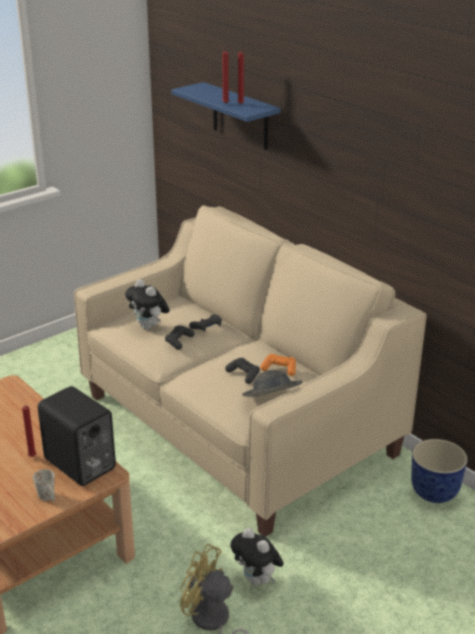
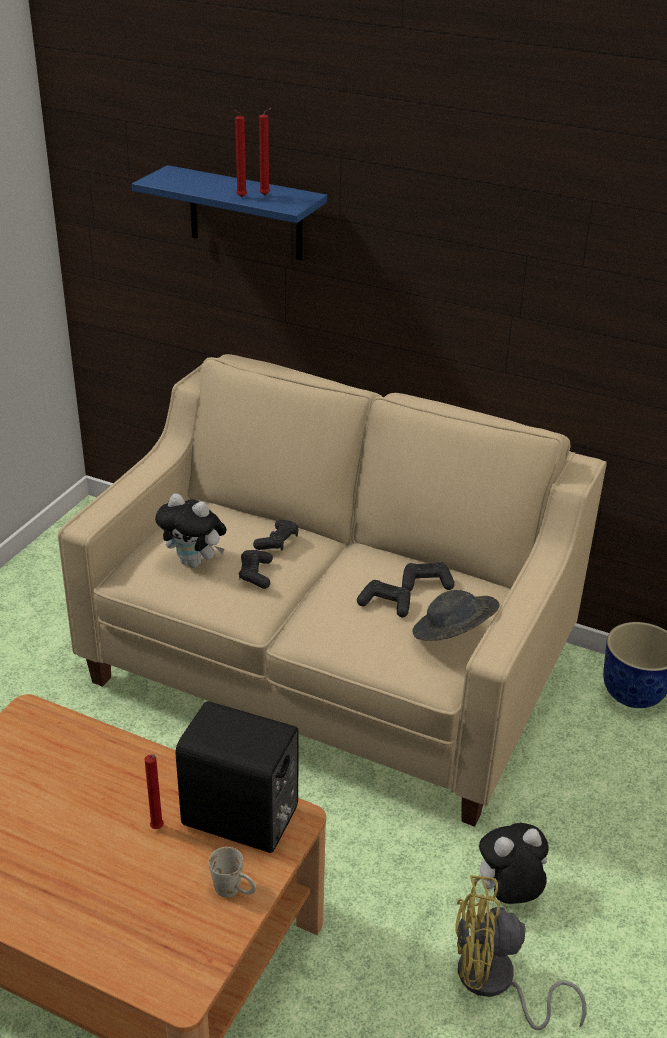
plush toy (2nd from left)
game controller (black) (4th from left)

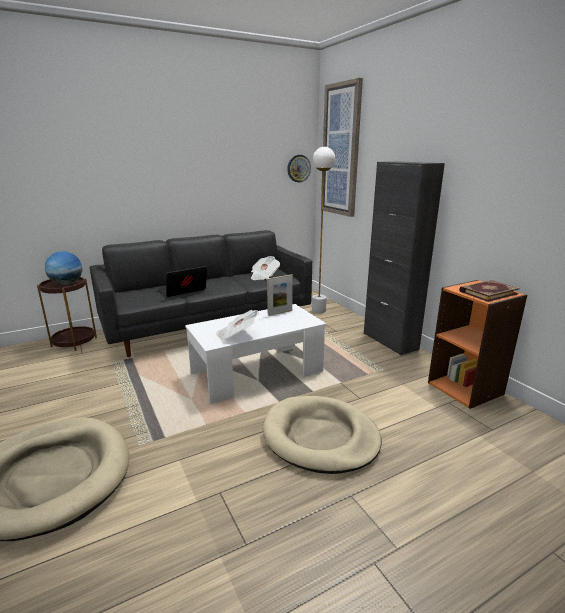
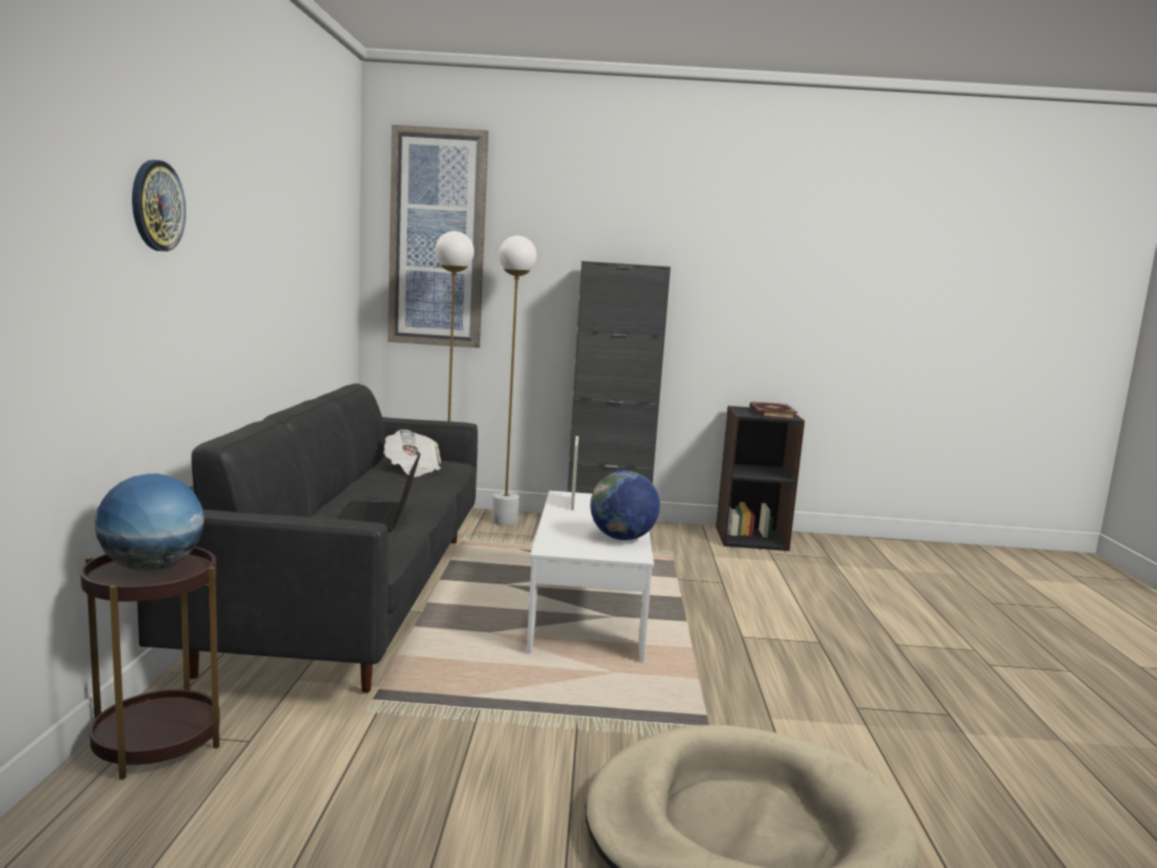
globe (2nd from left)
dog bed (beige) (2nd from left in the first image)
wall clock
bookcase (black)
floor lamp (white) (2nd from left)

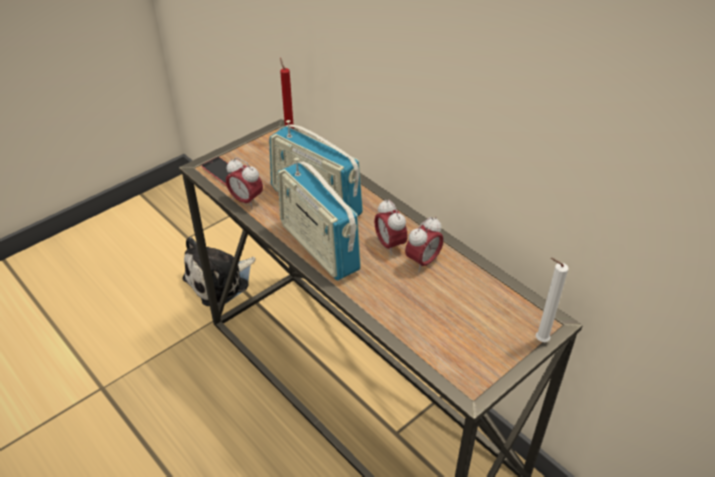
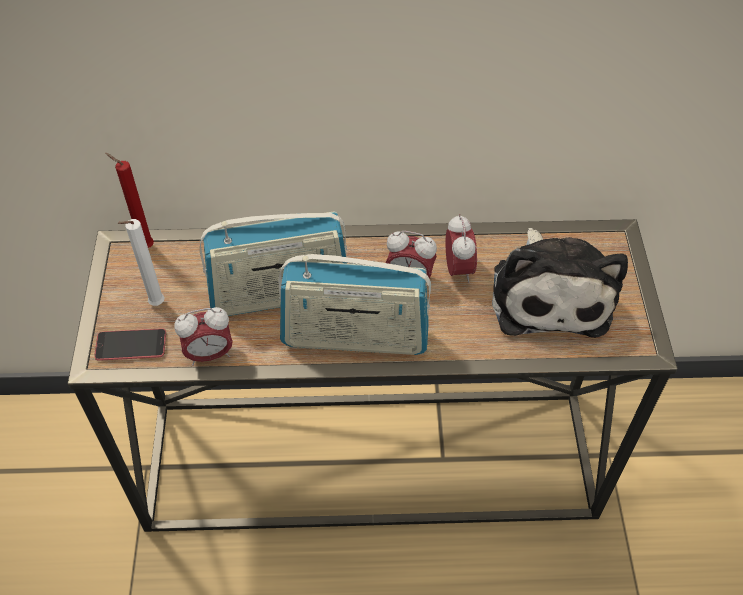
plush toy
candle (white)

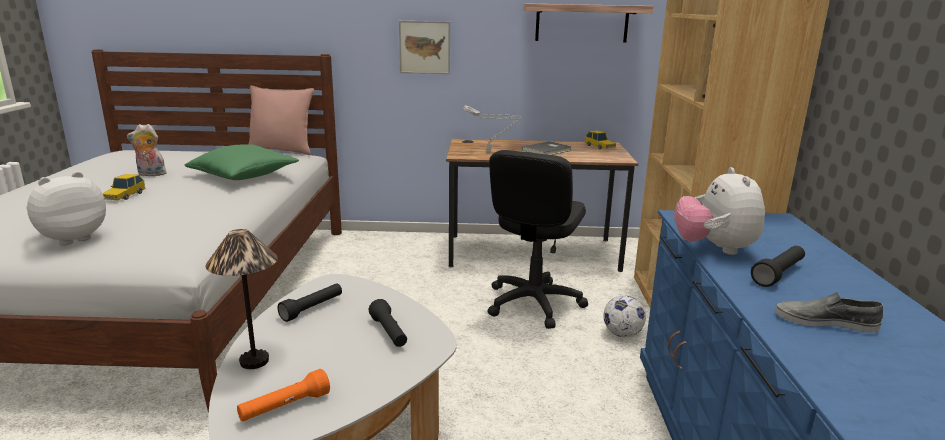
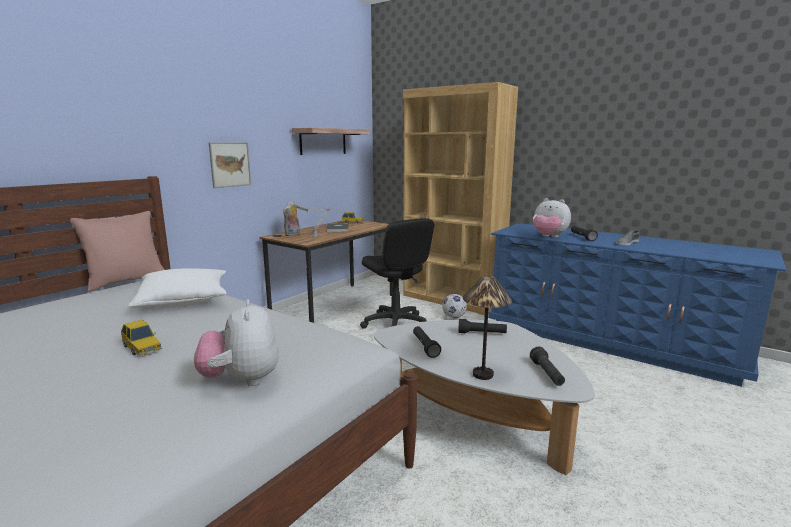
plush toy (2nd from left)
pillow (white)
flashlight (black) (3rd from left)

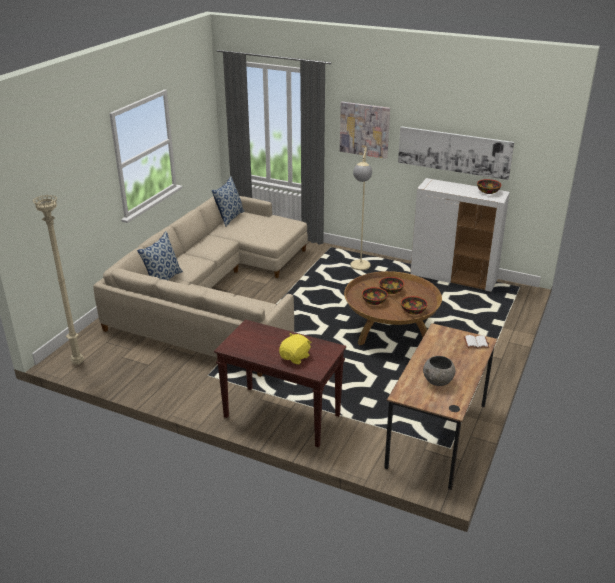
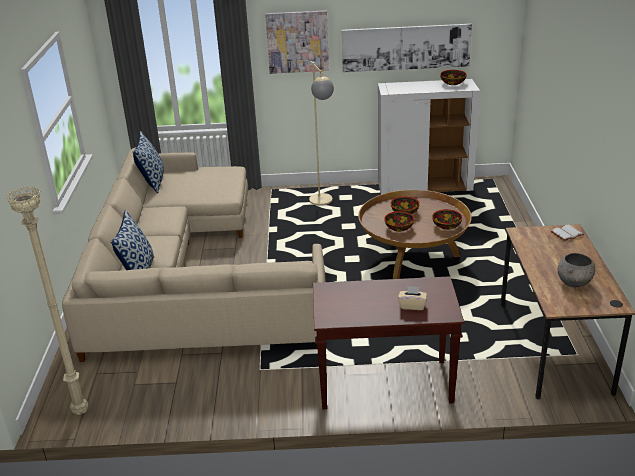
tissue box (beige)

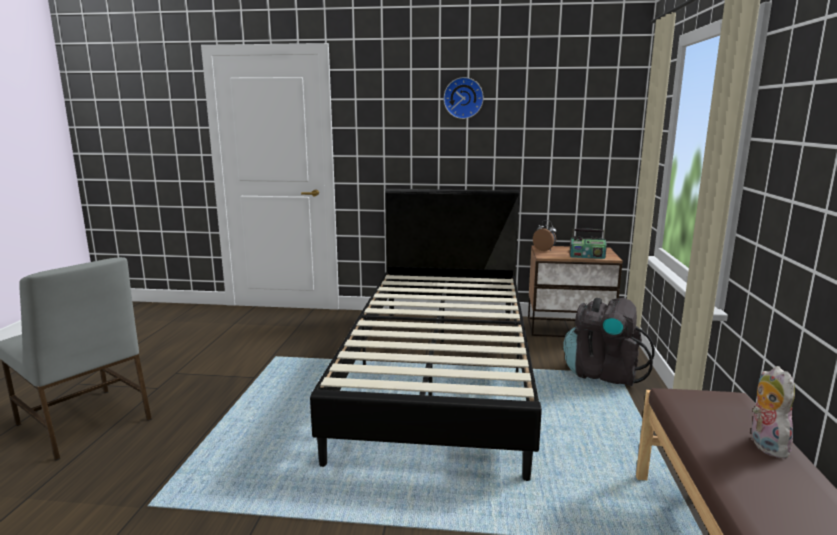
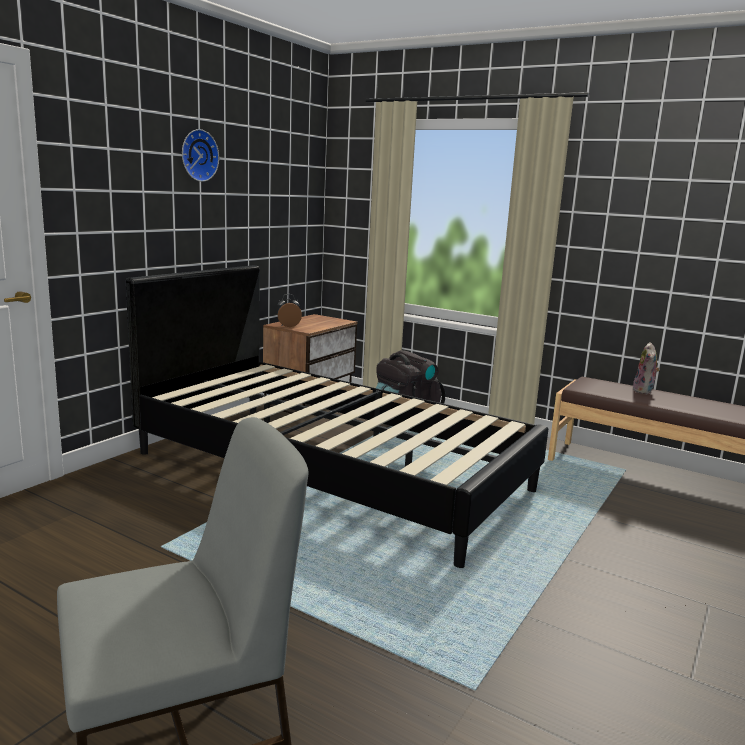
radio
plush toy

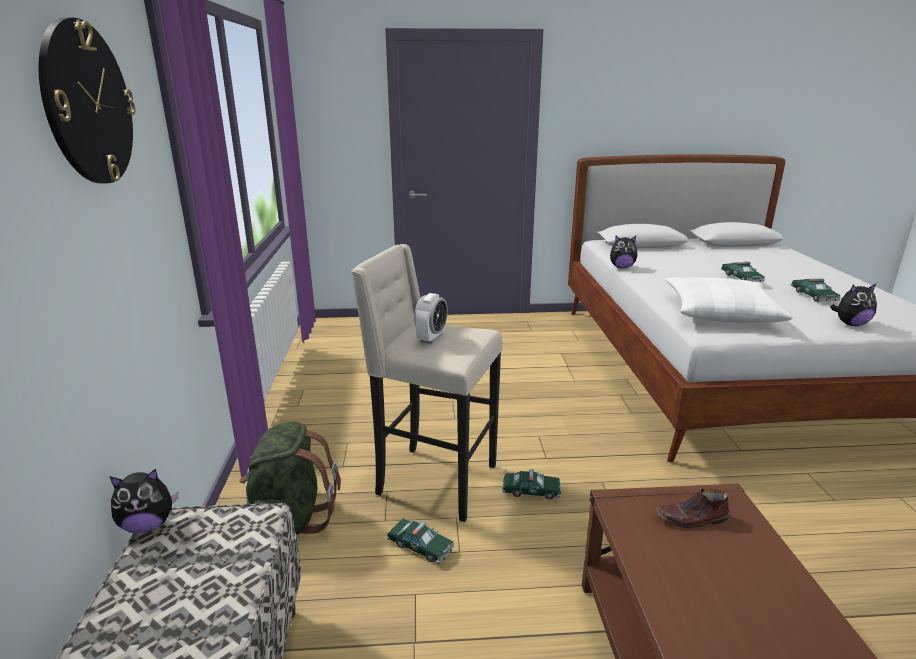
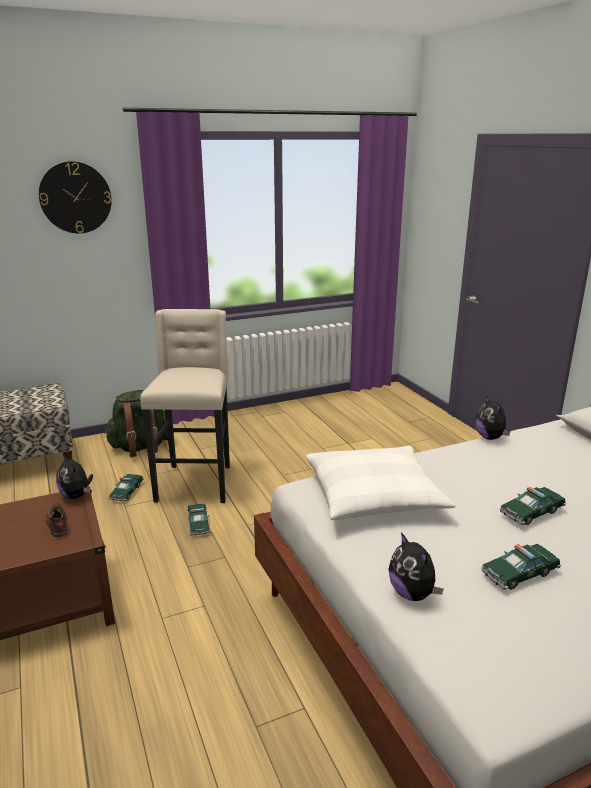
plush toy (1st from left)
alarm clock

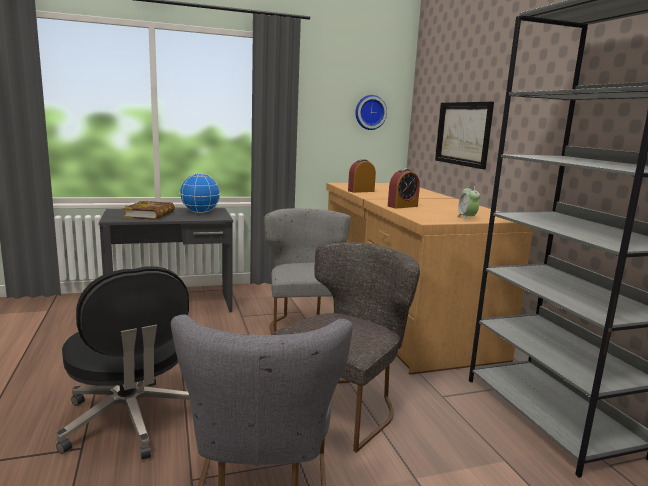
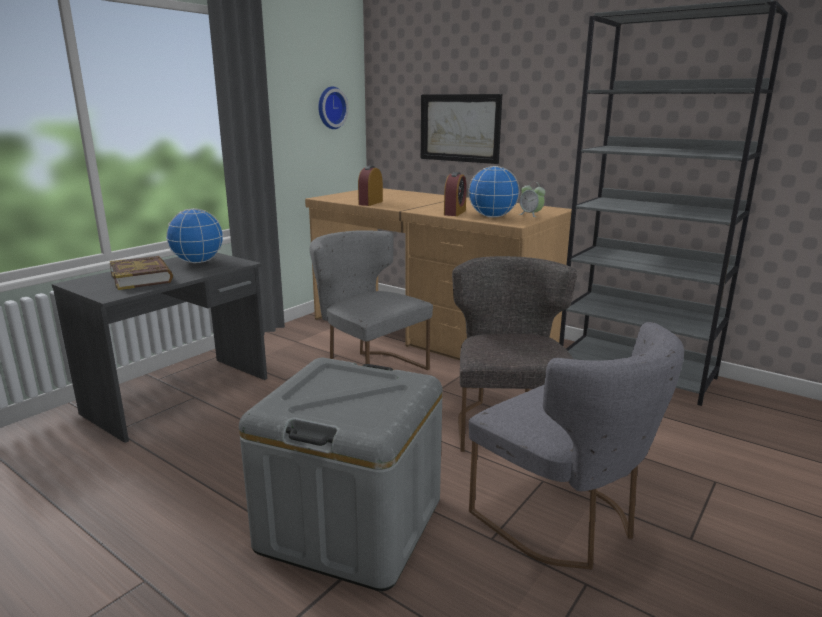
storage box (grey)
globe (2nd from left)

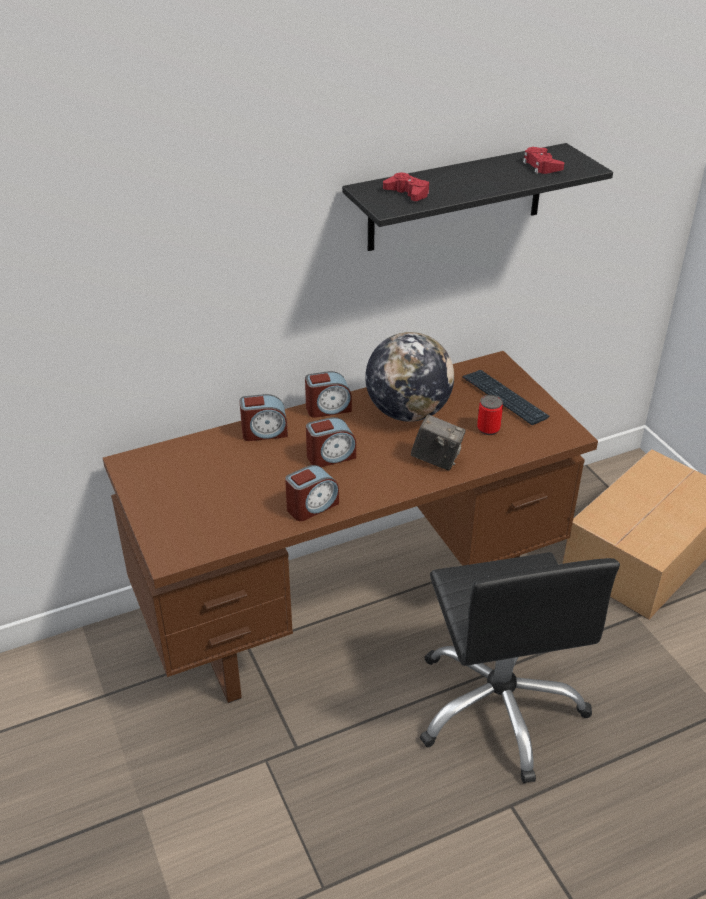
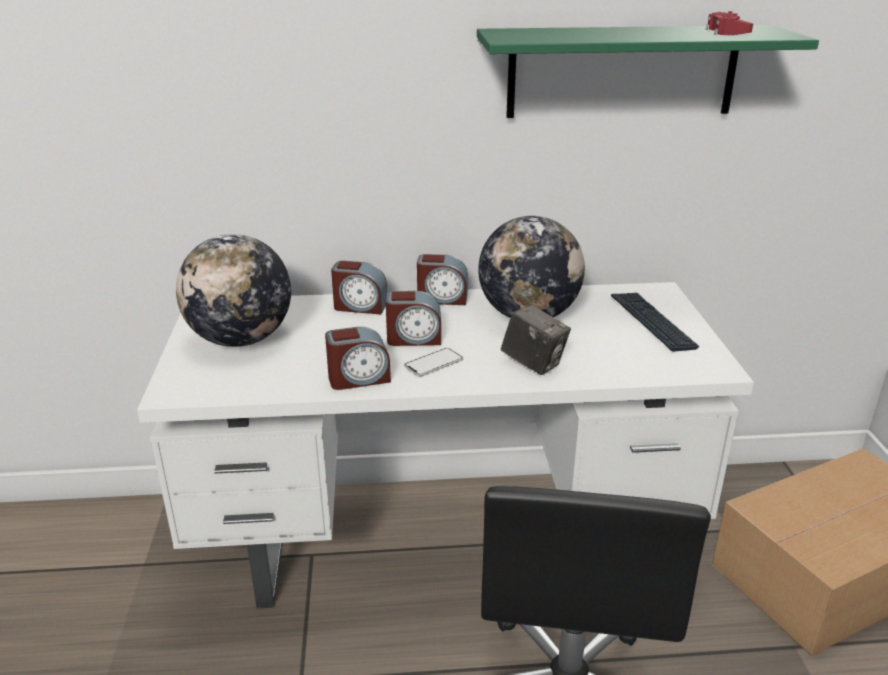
desk (white)
shelf (green)
game controller (red) (1st from left in the first image)
can
globe (1st from left)
phone

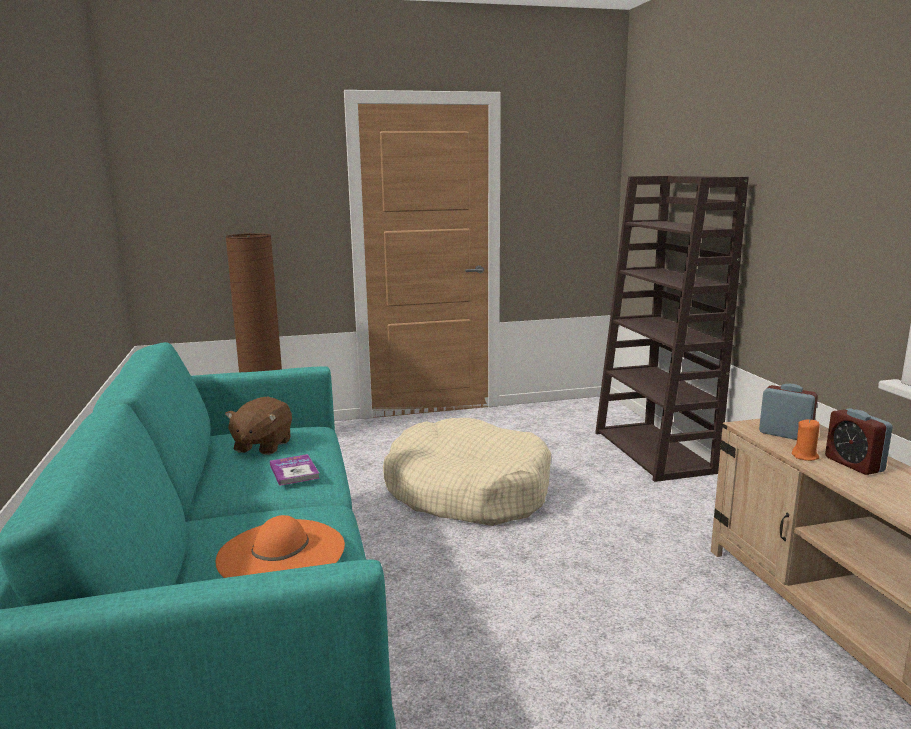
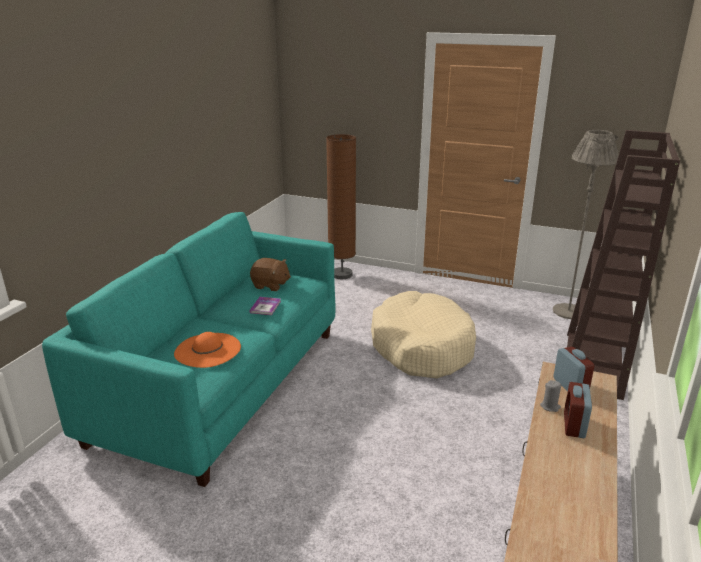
plush toy (brown)
candle (grey)
floor lamp (grey)

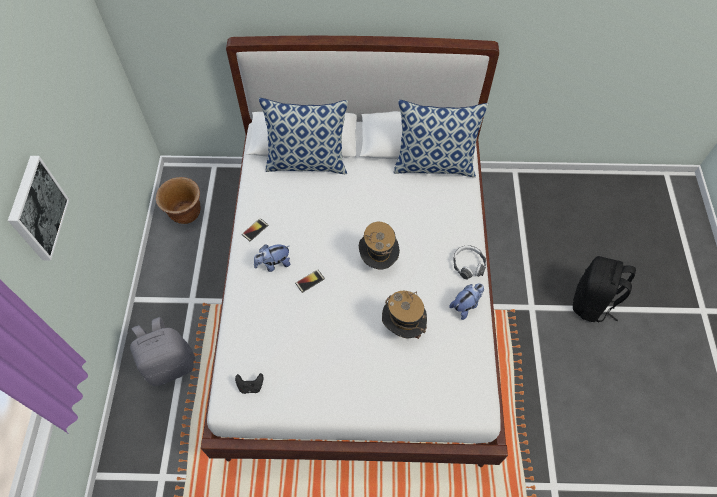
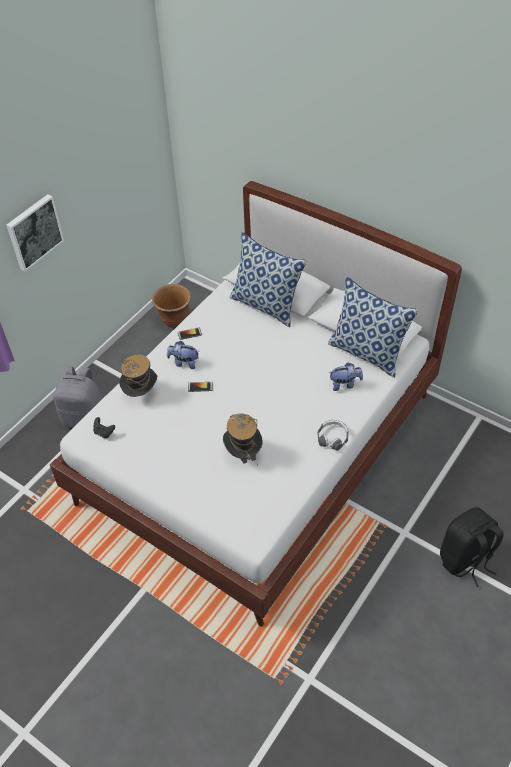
hat (1st from left)
plush toy (2nd from left)

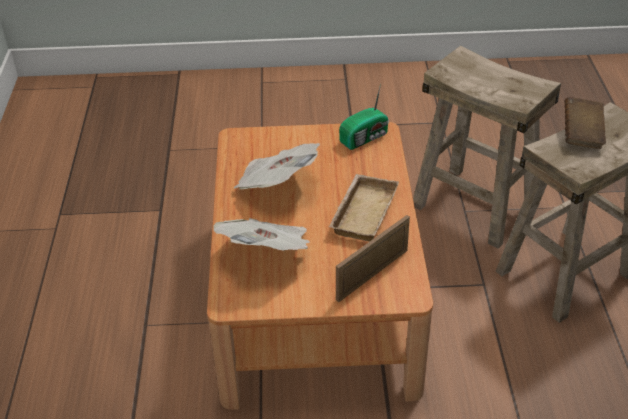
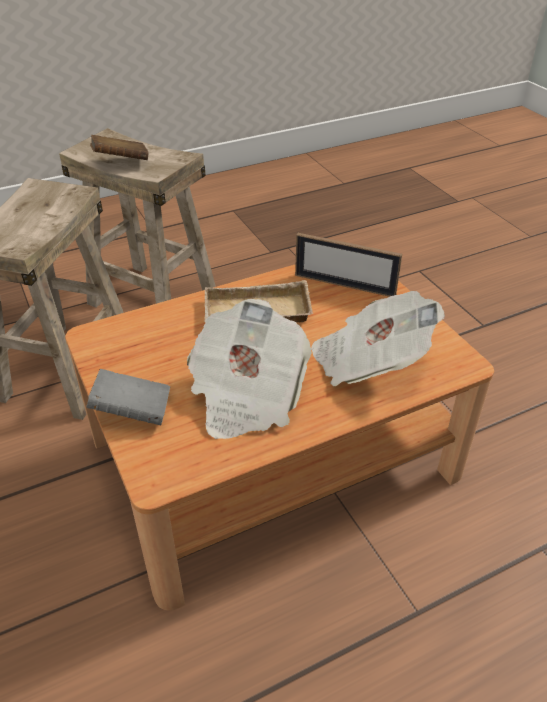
radio
book (grey)

